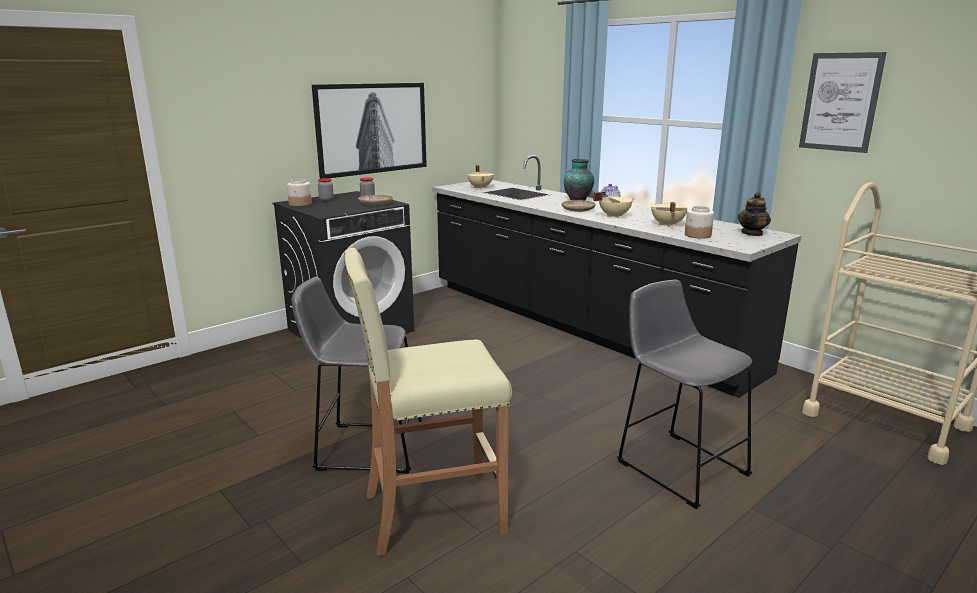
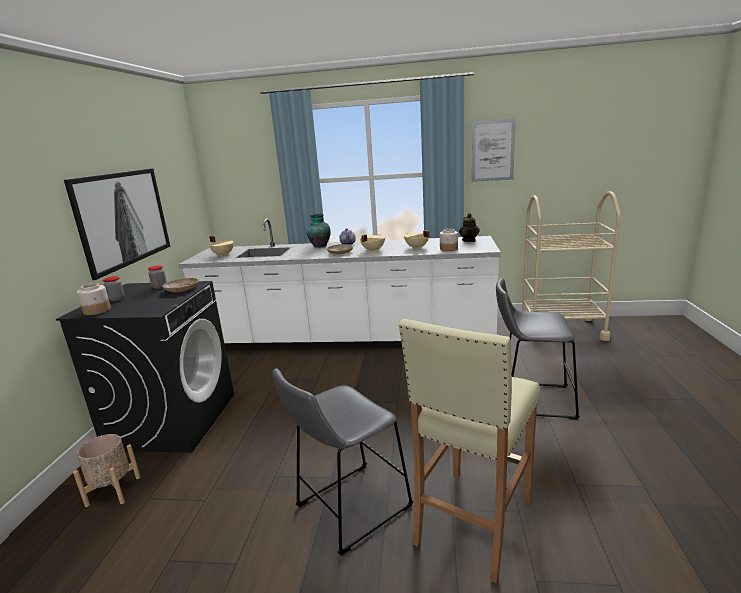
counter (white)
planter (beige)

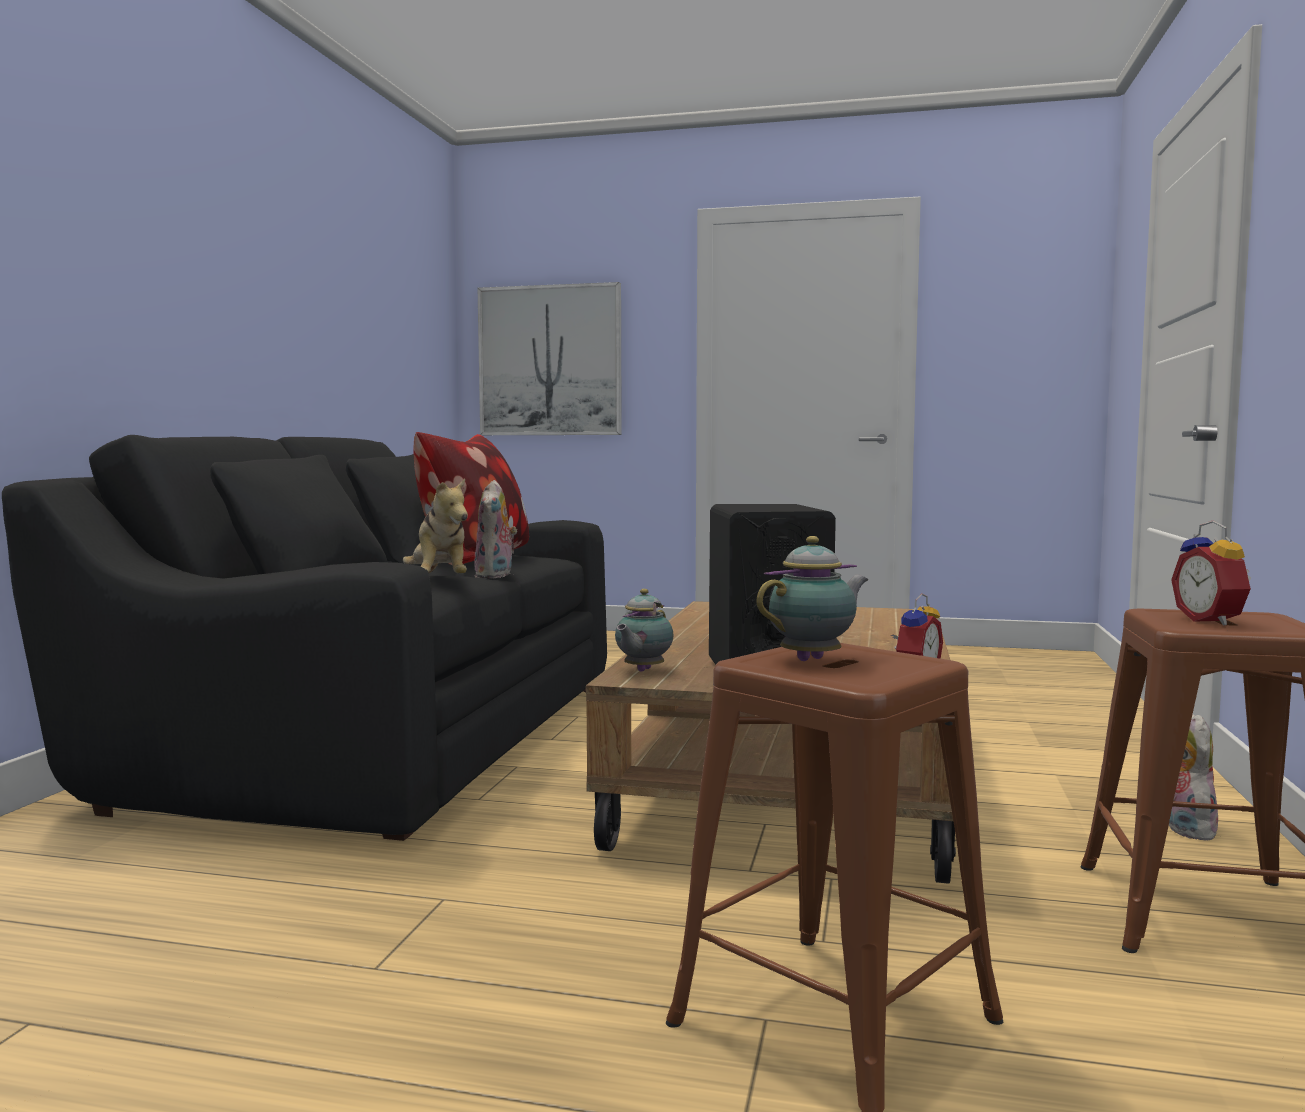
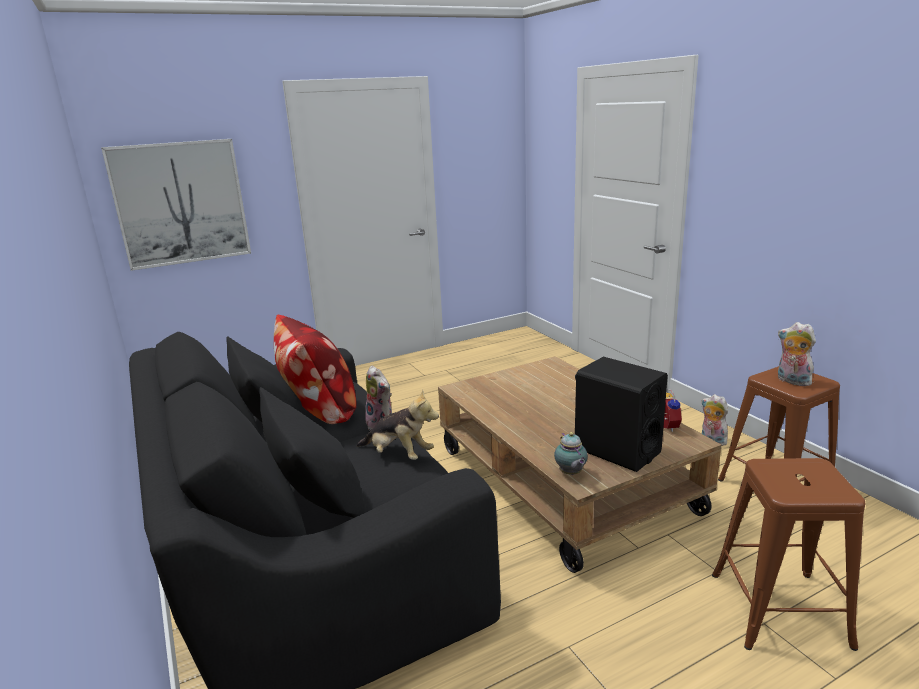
teapot (2nd from left in the first image)
plush toy (4th from left)

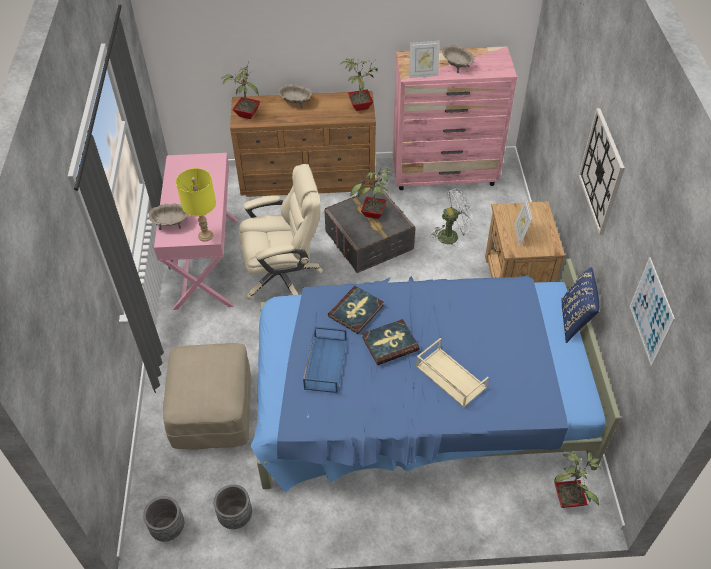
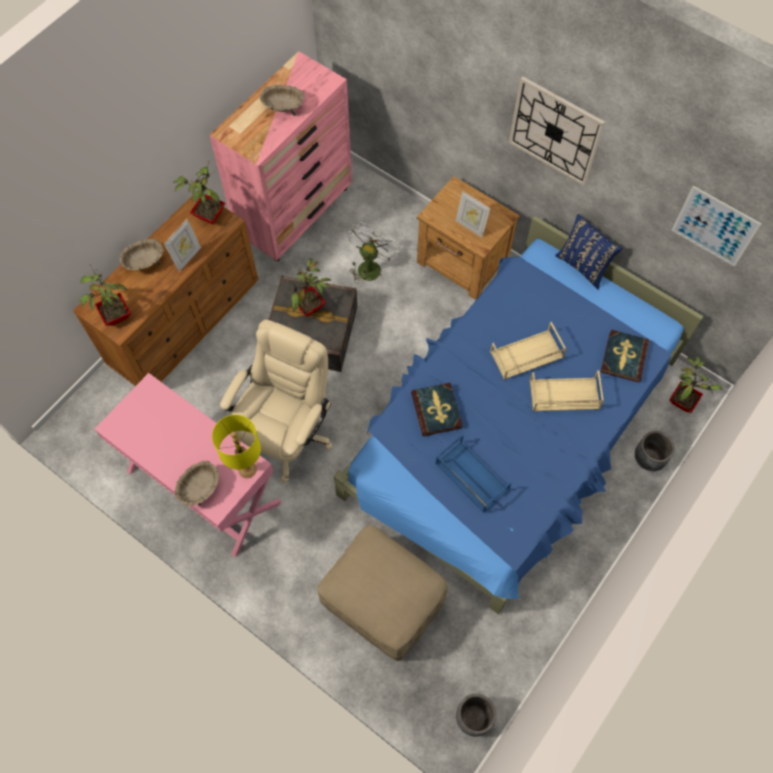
planter (grey) (2nd from left)
book (2nd from left)
picture frame (1st from left)
tray (beige) (1st from left)

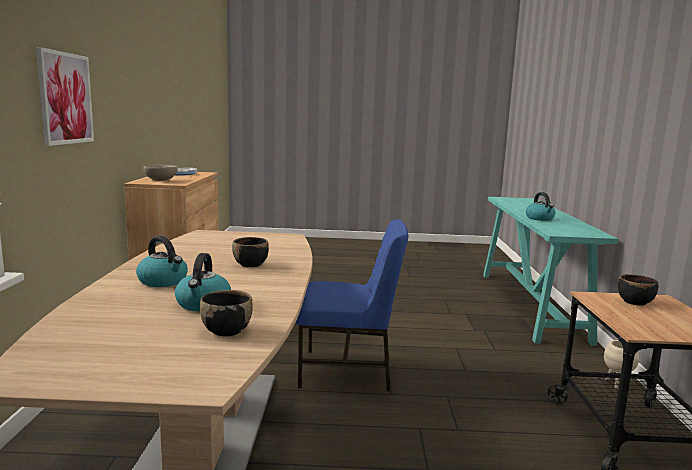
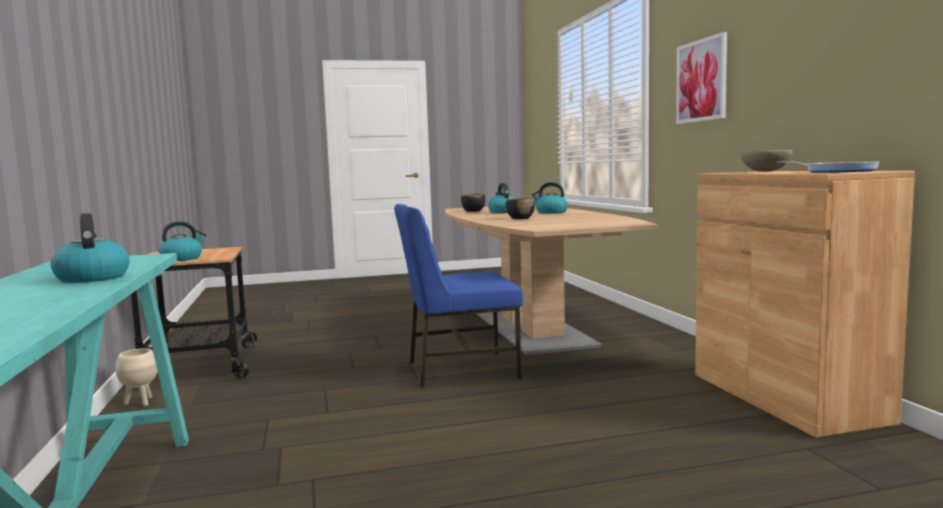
kettle (2nd from left)

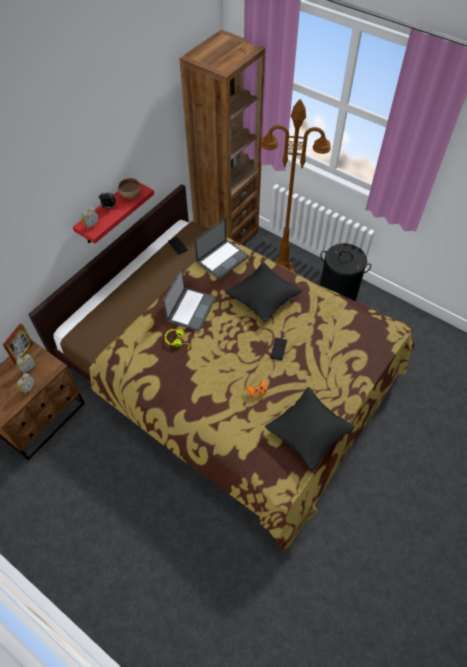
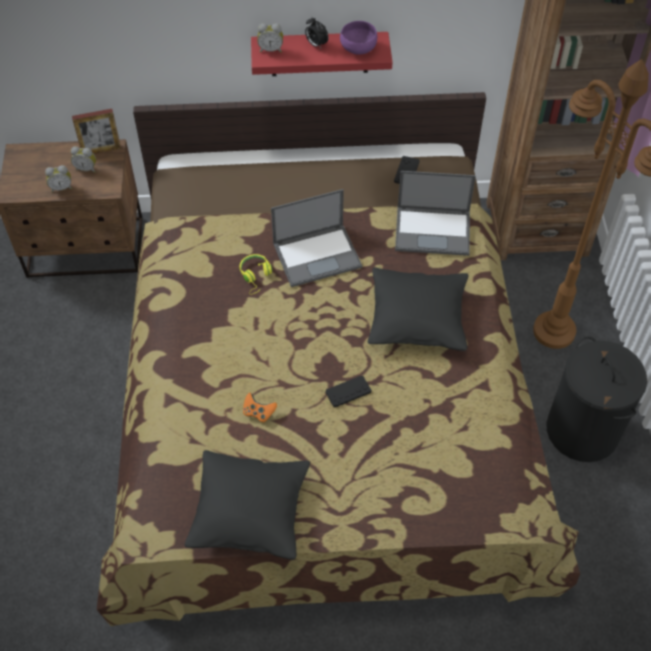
bowl (purple)

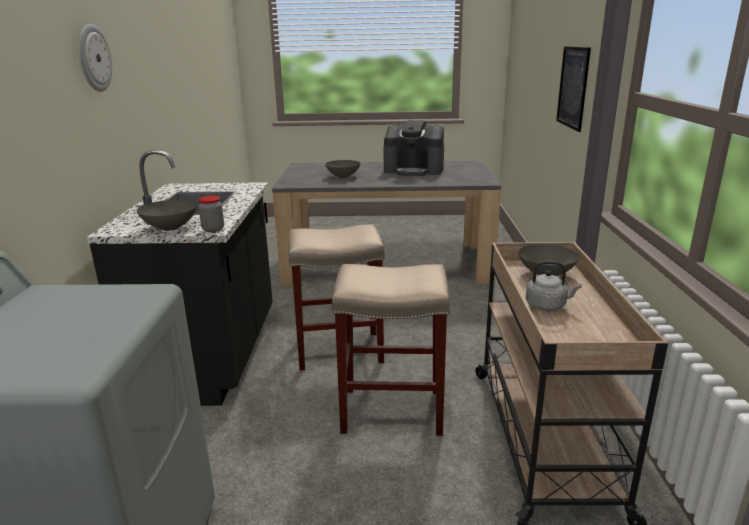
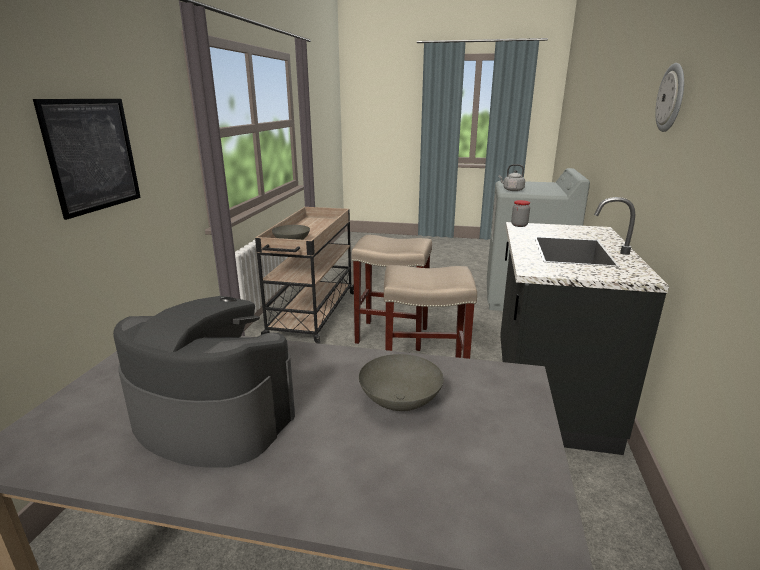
bowl (grey) (1st from left in the first image)
kettle (grey)

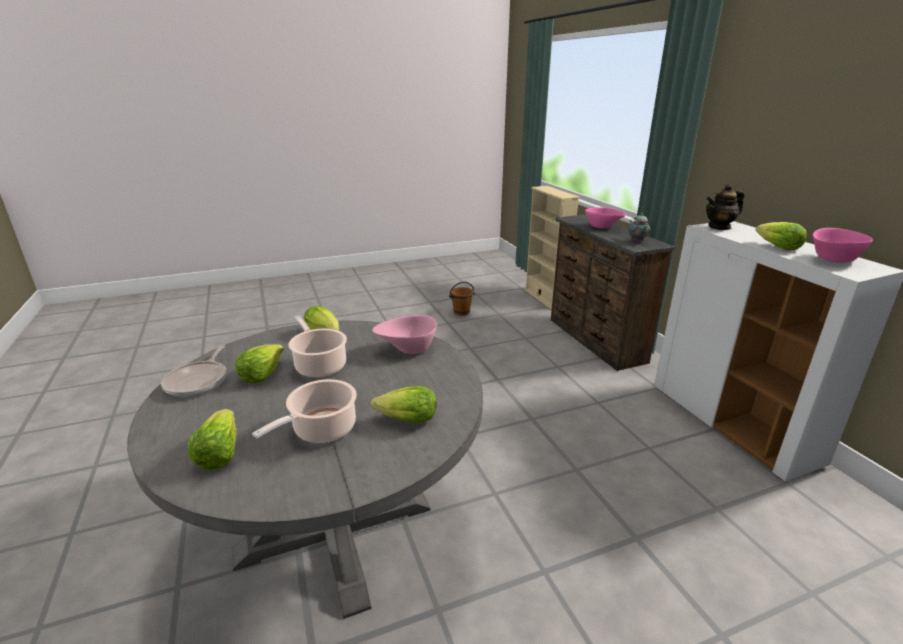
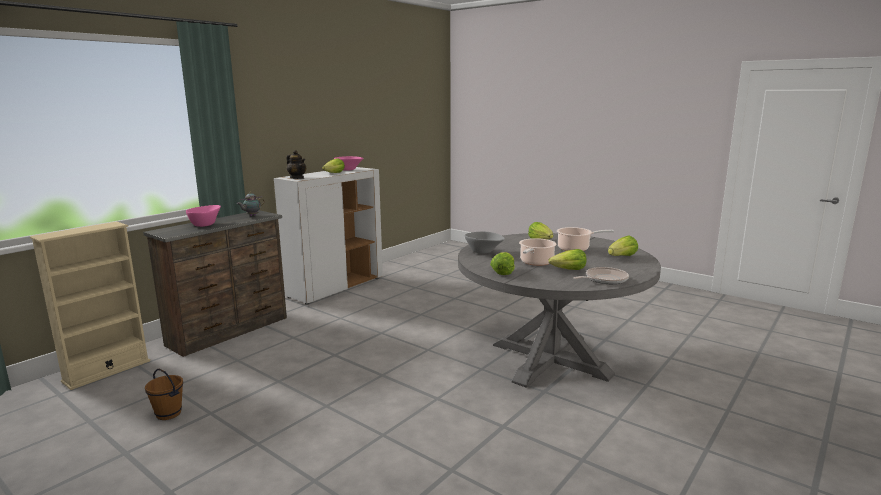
bowl (grey)

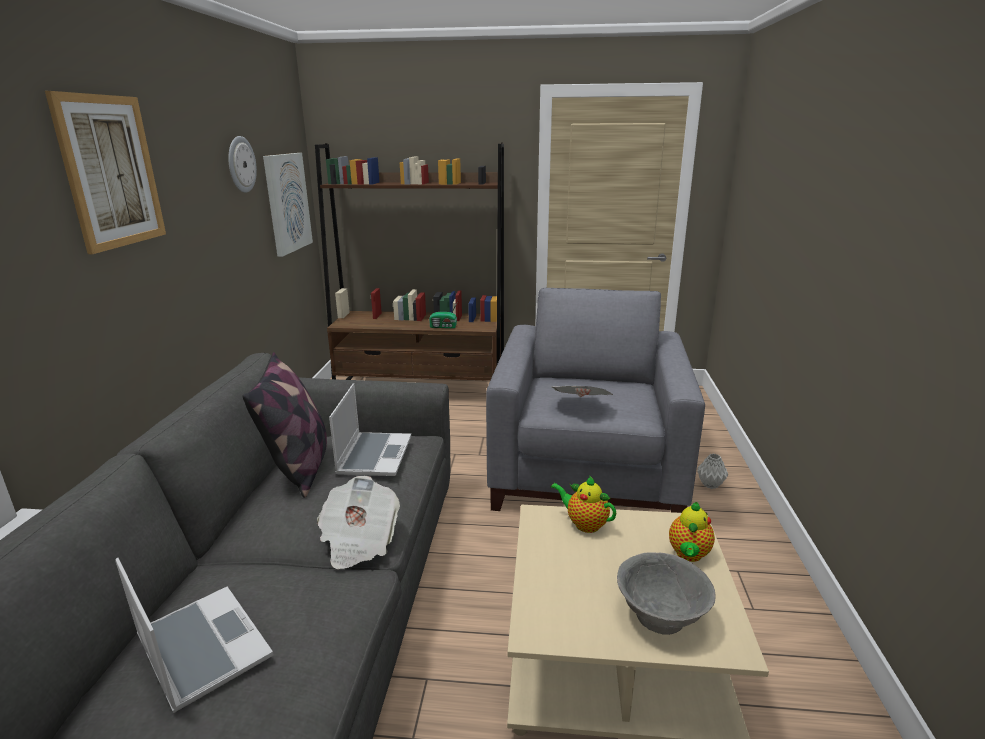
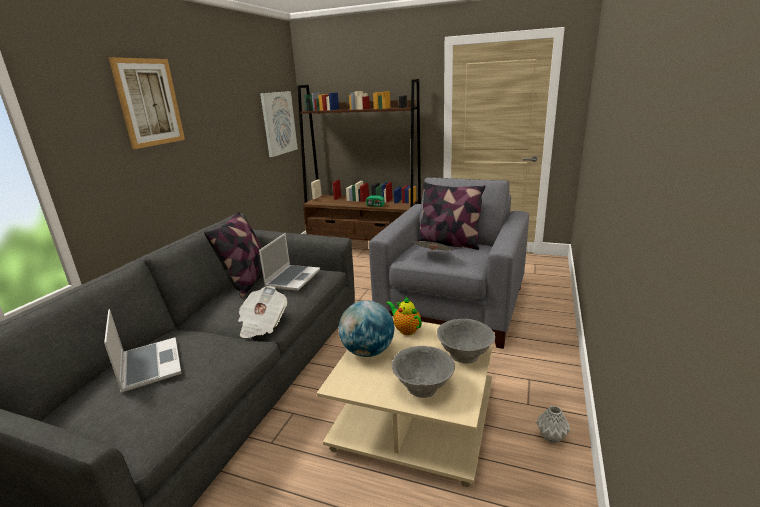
wall clock
bowl (grey) (2nd from left)
vase (grey)
globe
pillow (2nd from left)

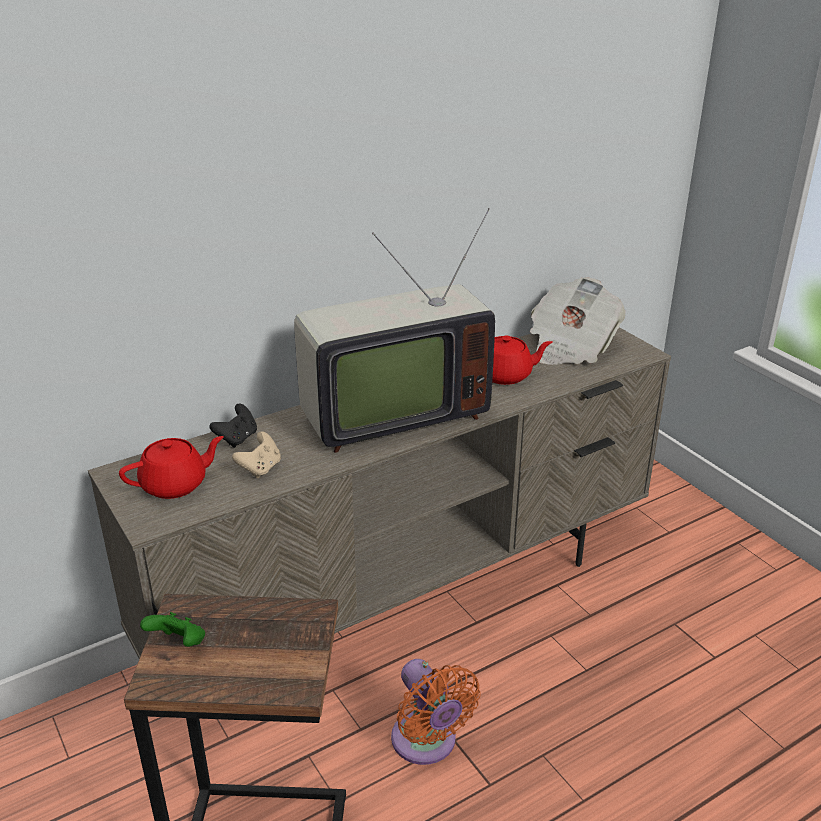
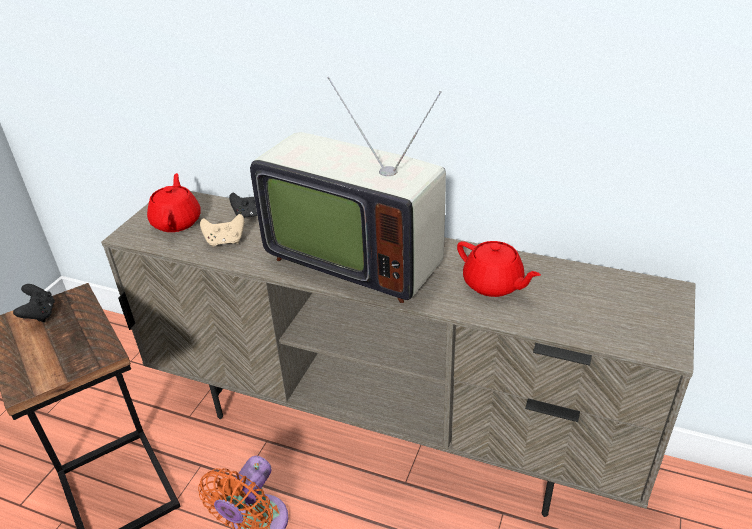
teapot (red) (1st from left)
game controller (black) (1st from left)
newspaper

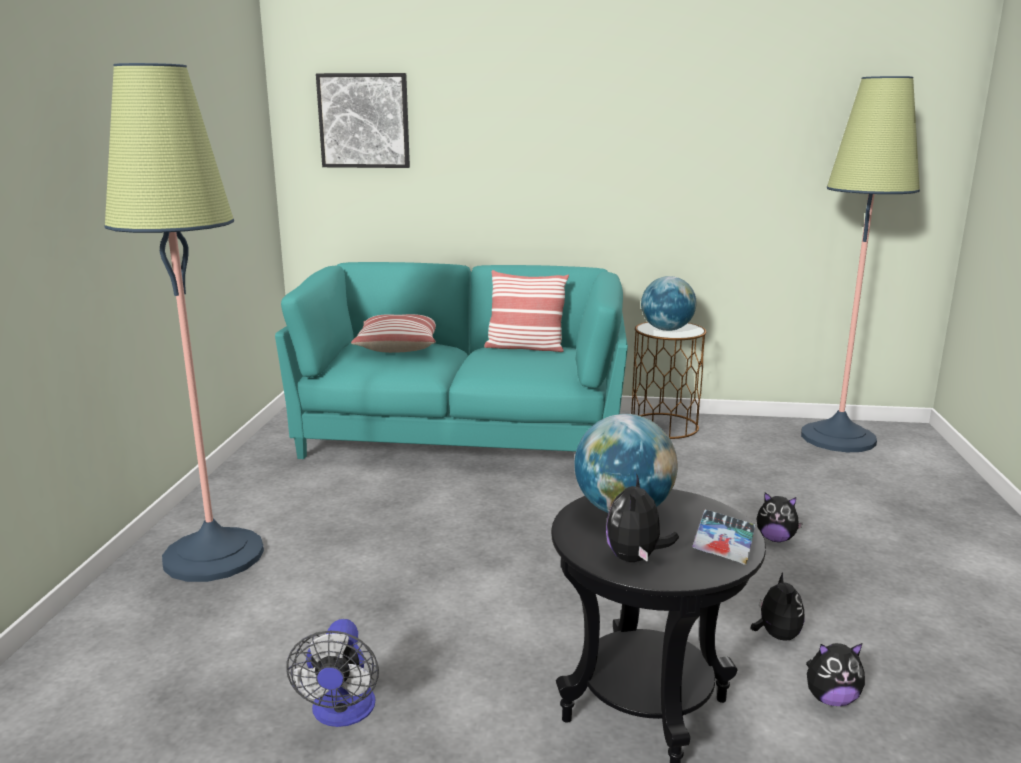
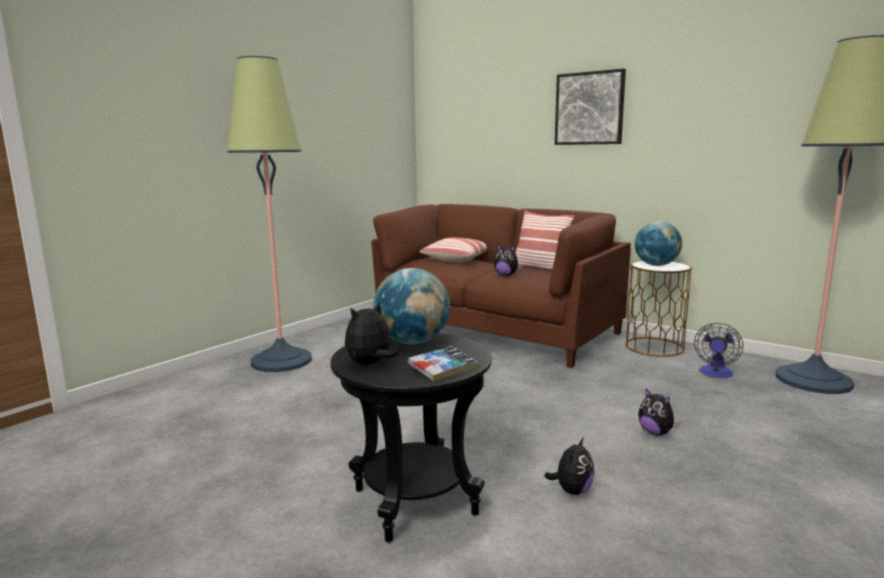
sofa (brown)
fan
picture
plush toy (2nd from left)

